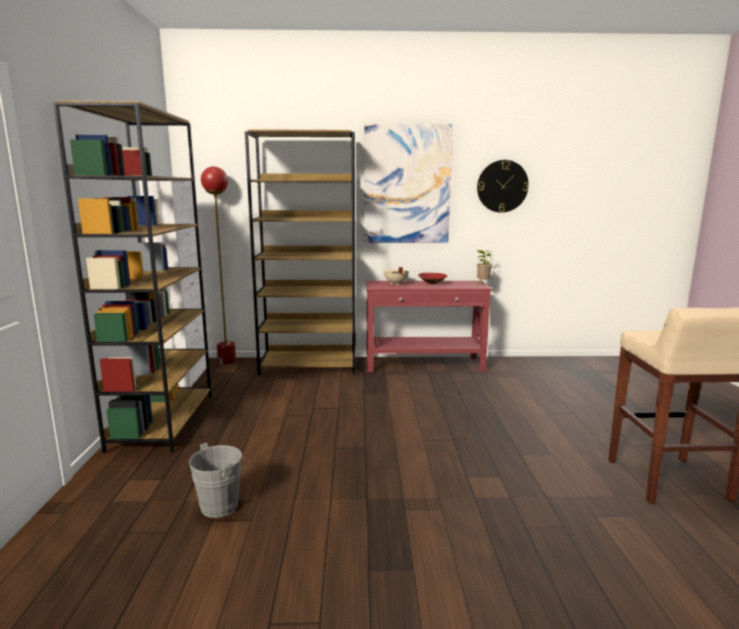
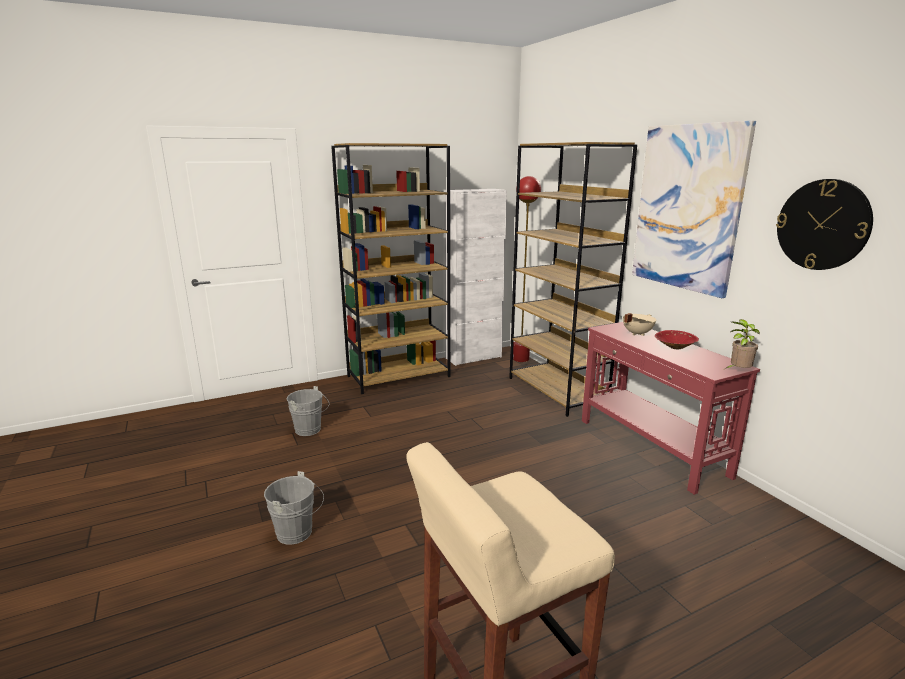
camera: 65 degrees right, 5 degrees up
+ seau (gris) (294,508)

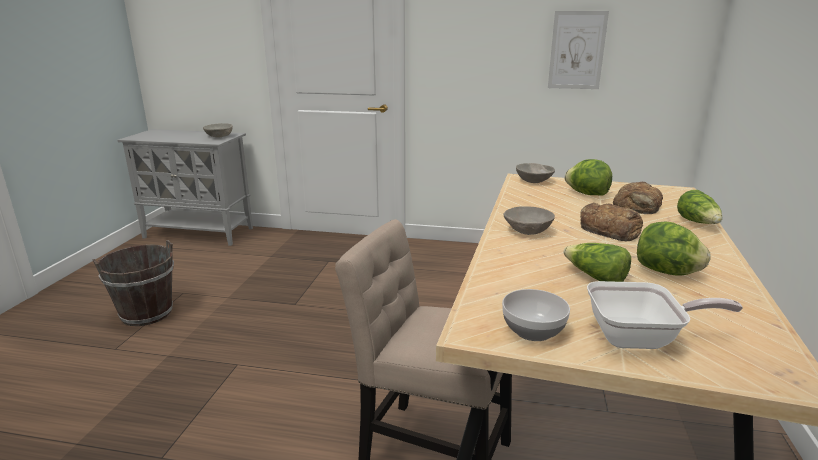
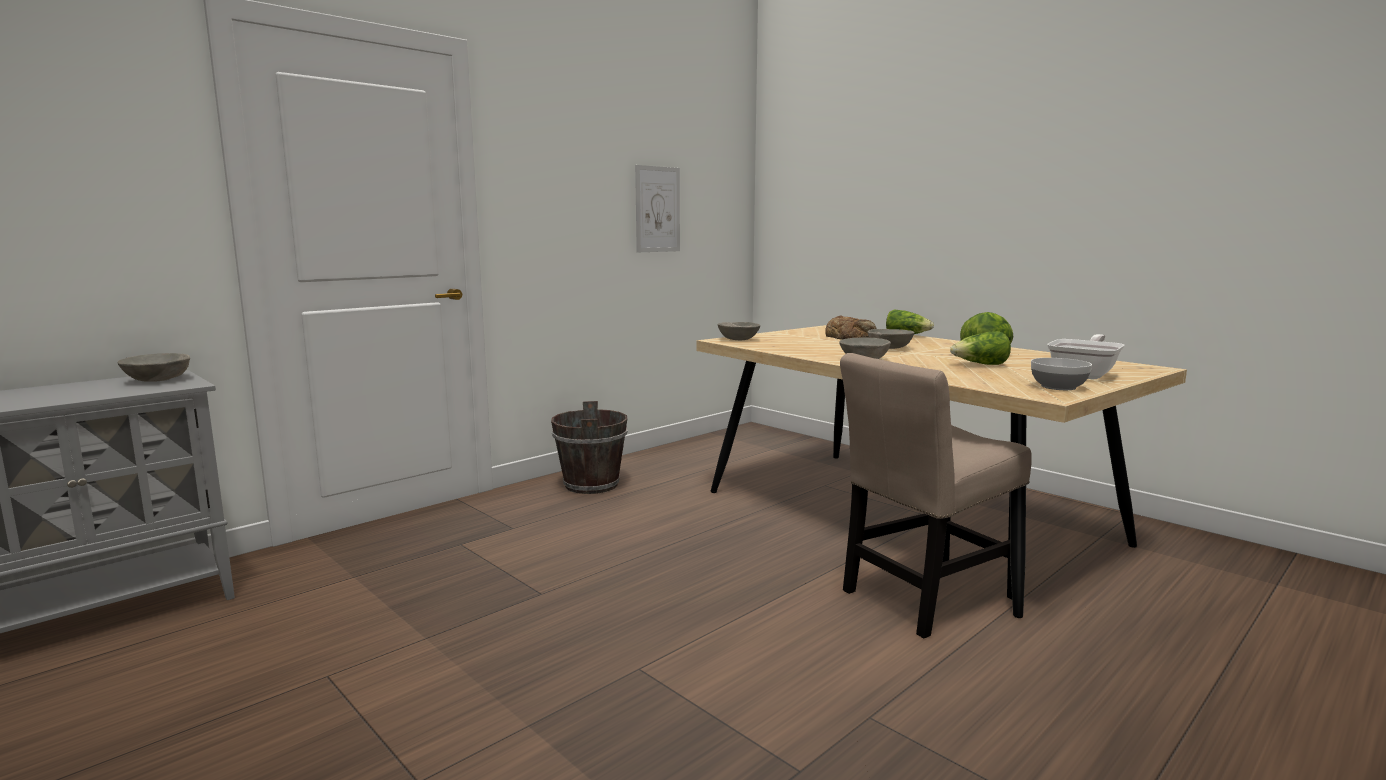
camera: 55 degrees left, 10 degrees down
~ seau (marron) (133,283) to (589,447)
~ pain (611,222) to bol (gris) (891,339)
- laitue (588,177)

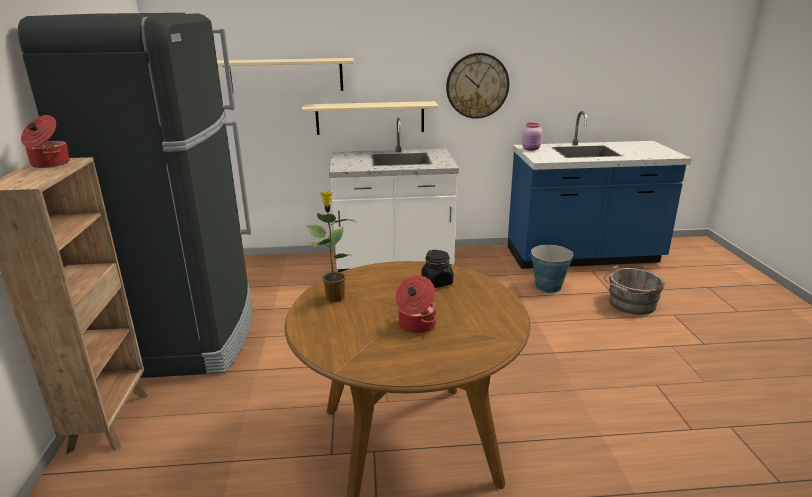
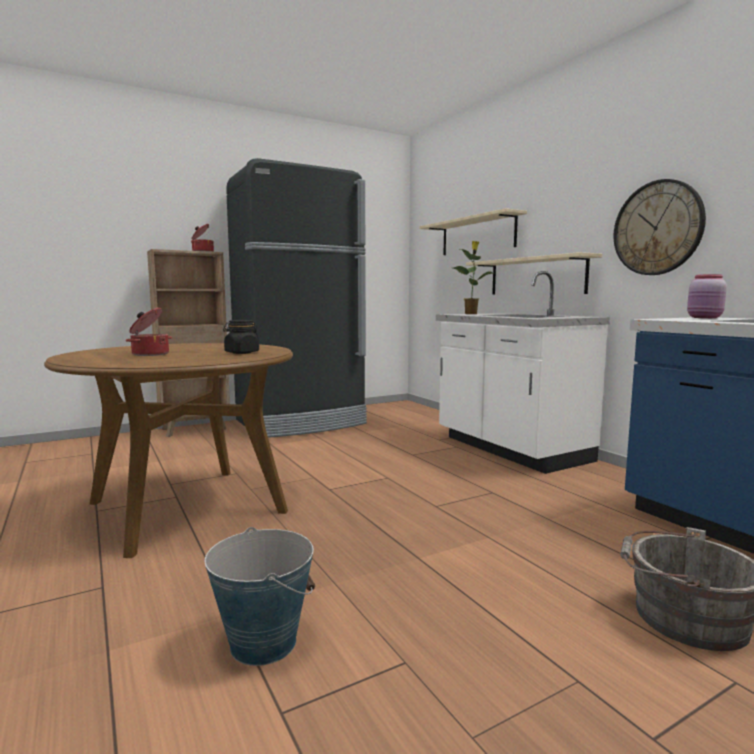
camera: 65 degrees right, 15 degrees down
~ seau (551,269) to (260,596)
~ plante en pot (332,246) to (473,277)

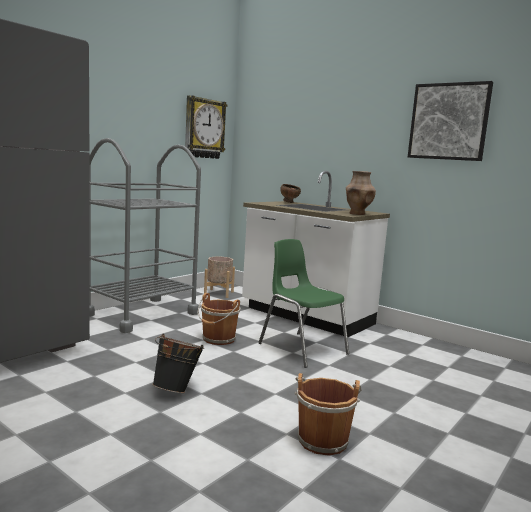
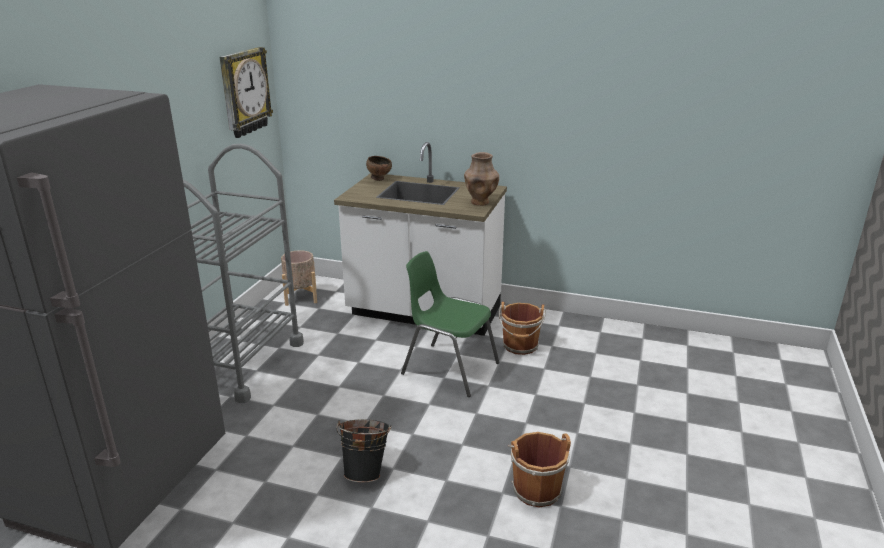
camera: 20 degrees left, 15 degrees up
~ seau (marron) (219,319) to (522,328)
- tableau (450,121)

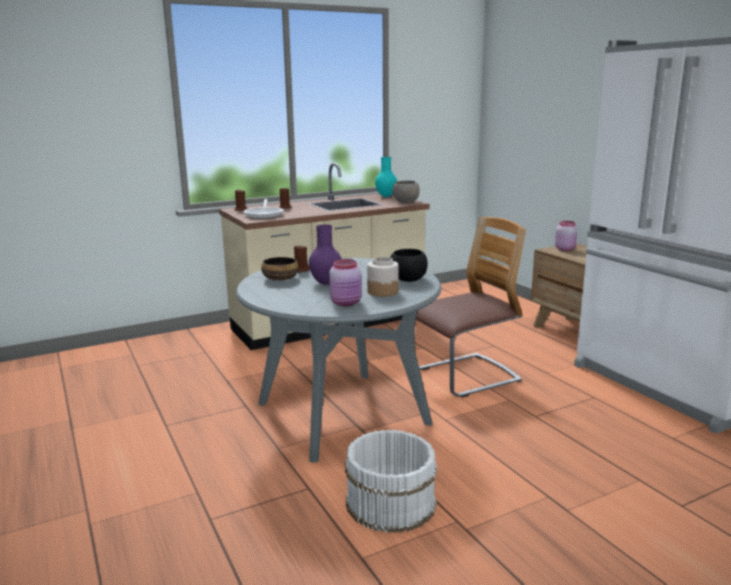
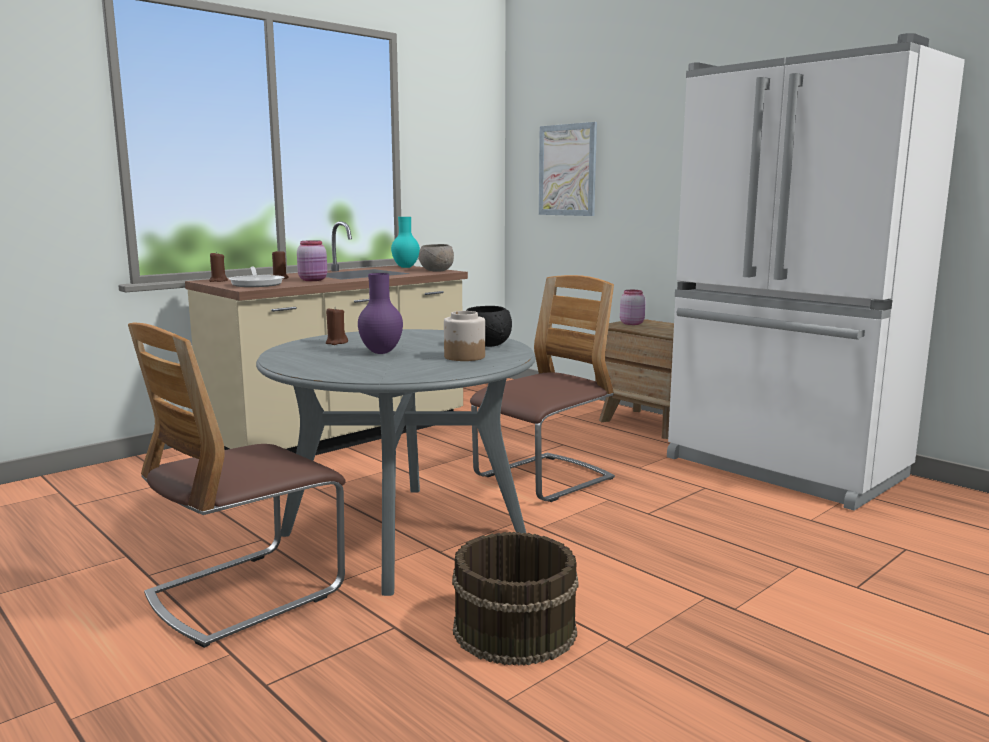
camera: 15 degrees left, 5 degrees down
+ chaise (237,485)
~ bocal (rose) (345,282) to (312,260)
~ seau (blanc) (391,481) to seau (marron) (515,599)
+ tableau (568,169)
- bol (280,269)

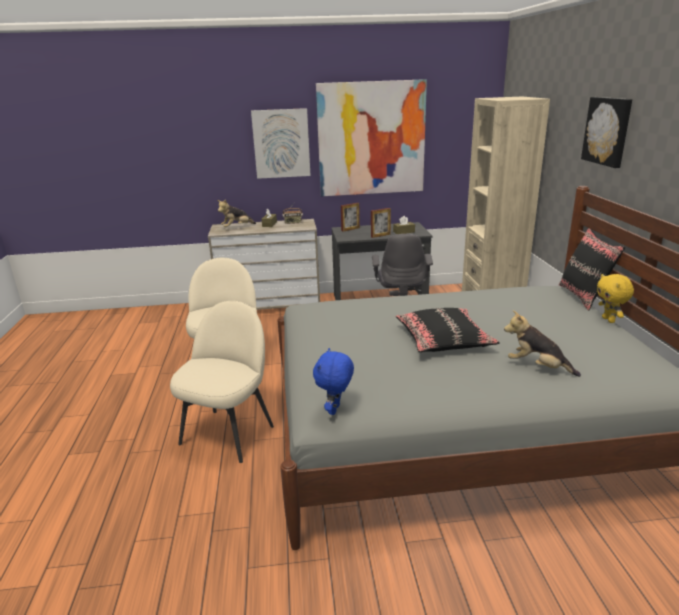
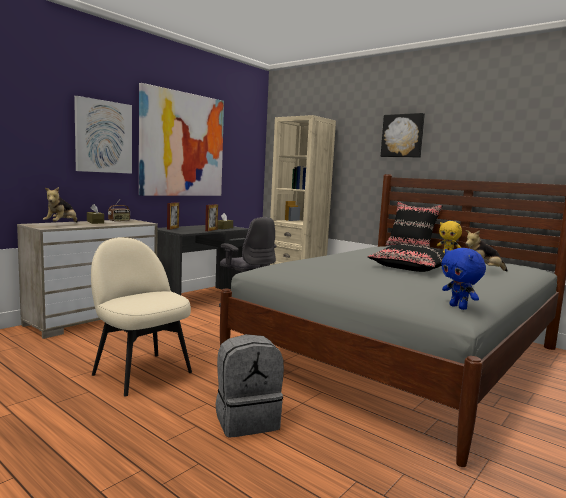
camera: 45 degrees left, 15 degrees down
~ chaise (beige) (222,382) to sac à dos (gris) (250,385)

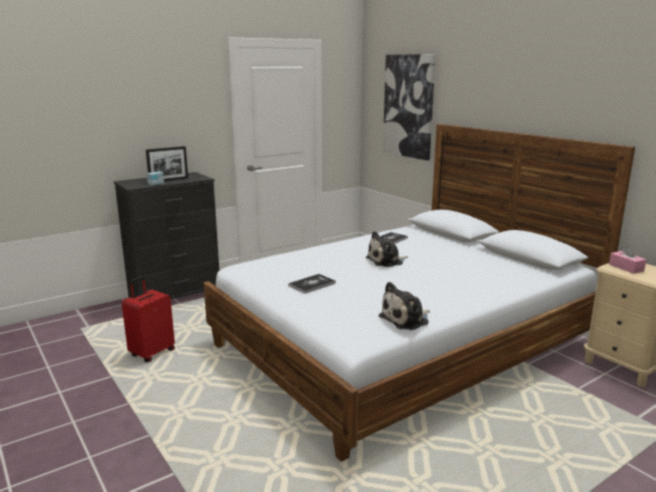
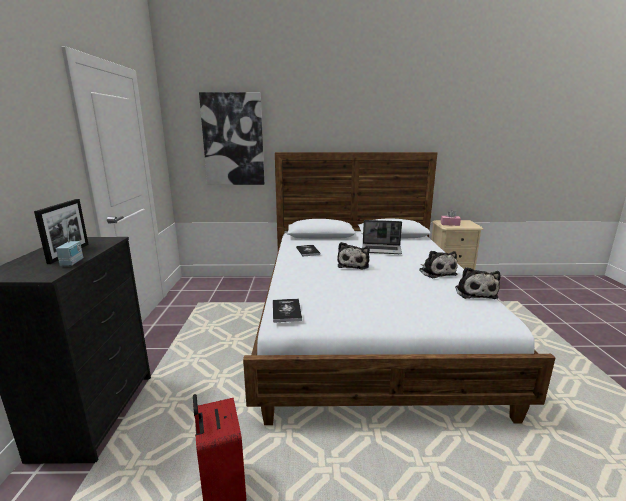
camera: 55 degrees left, 0 degrees up
~ livre (312,284) to (287,311)
+ ordinateur portable (382,237)
+ peluche (438,264)

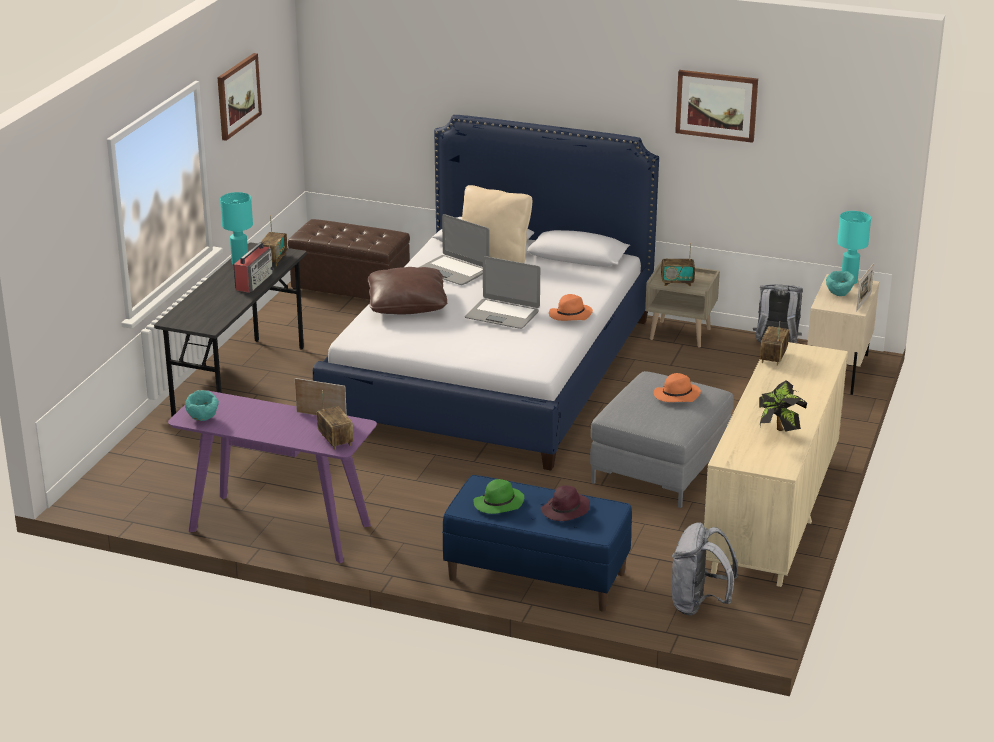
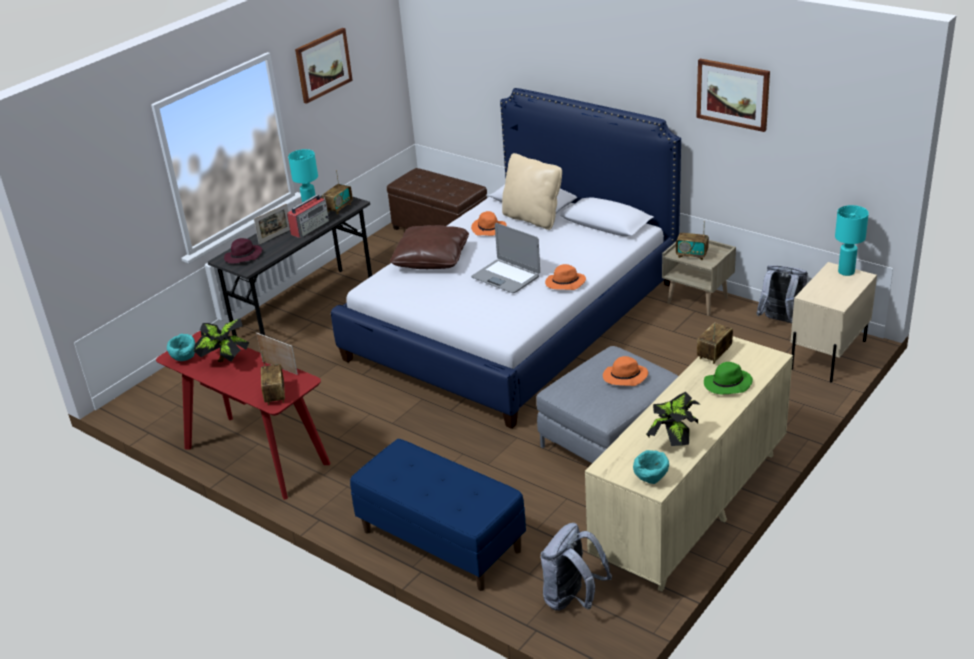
camera: 20 degrees right, 5 degrees up
~ table console (violet) (272,476) to table console (rouge) (243,415)
+ plante en pot (221,340)
~ chapeau (violet) (565,503) to (243,251)
~ cadre photo (865,287) to (272,224)
~ ordinateur portable (454,249) to chapeau (orange) (489,223)
~ bol (turquoise) (840,283) to (651,467)
~ chapeau (vert) (499,496) to (728,378)

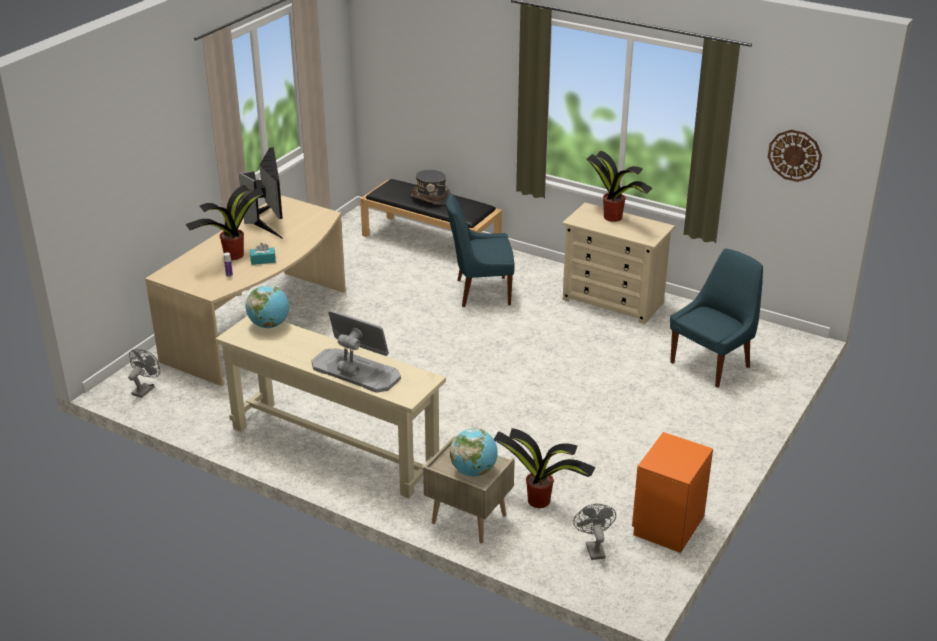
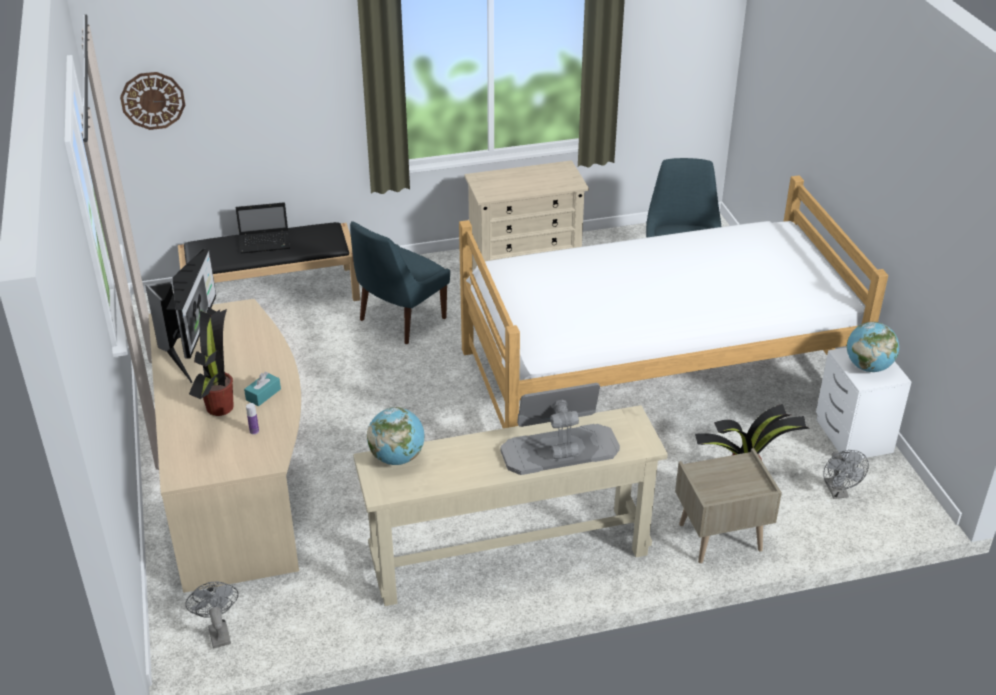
camera: 45 degrees left, 5 degrees up
~ horloge murale (795,156) to (152,101)
~ écran d'ordinateur (261,193) = (180,315) 60 degrees clockwise
~ chapeau (gris) (431,187) to ordinateur portable (263,227)
+ lit (673,301)
~ table de chevet (orange) (672,492) to table de chevet (blanc) (863,403)
~ ventilateur (gris) (594,532) = (846,474) 135 degrees counterclockwise
~ globe (474,452) to (873,347)
- plante en pot (618,186)

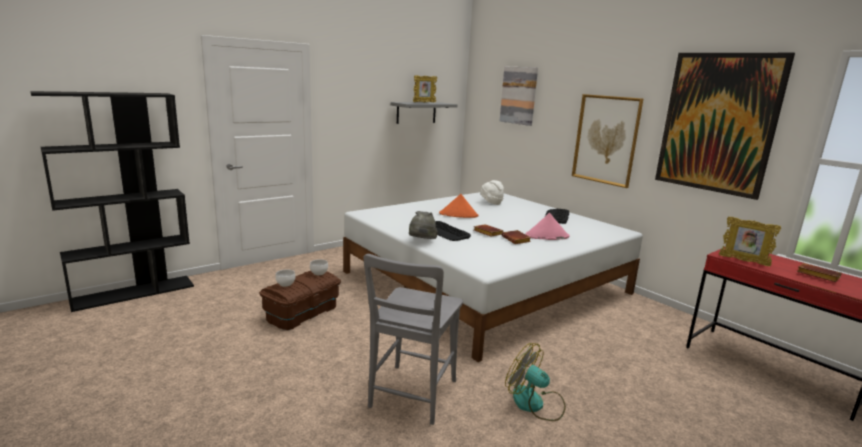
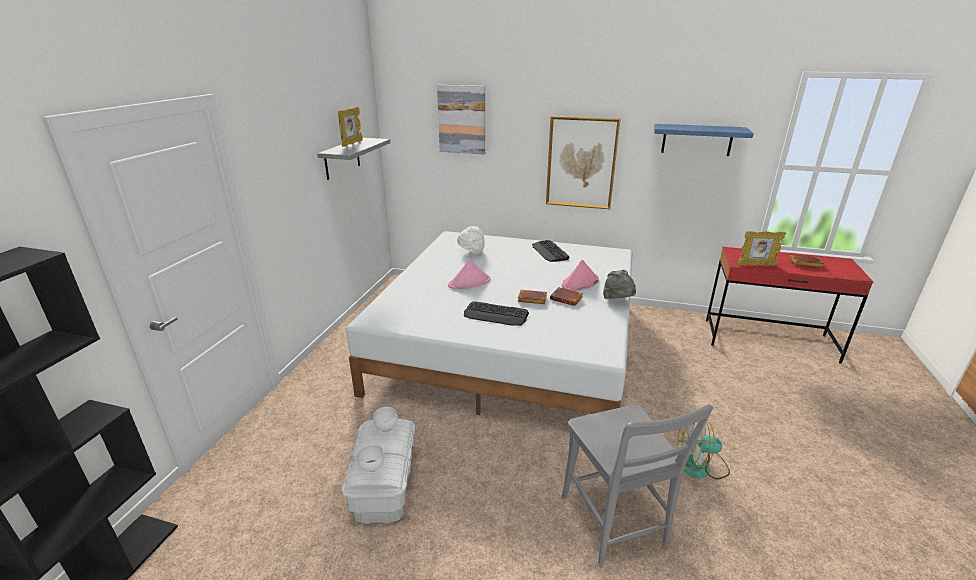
camera: 35 degrees left, 10 degrees up
~ boîte de rangement (marron) (300,300) to boîte de rangement (blanc) (378,471)
~ chapeau (orange) (459,206) to chapeau (rose) (469,274)
~ chapeau (gris) (423,225) to (619,284)
~ tableau (725,126) to étagère (bleu) (704,140)

